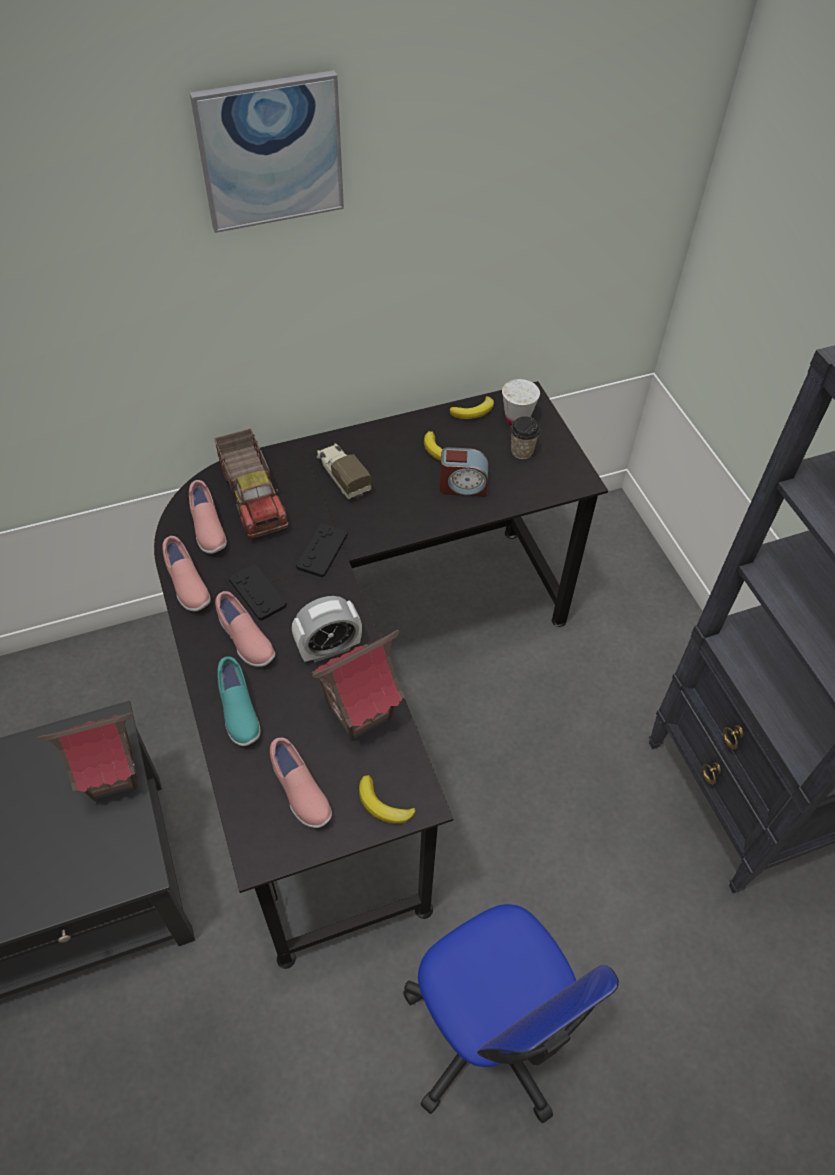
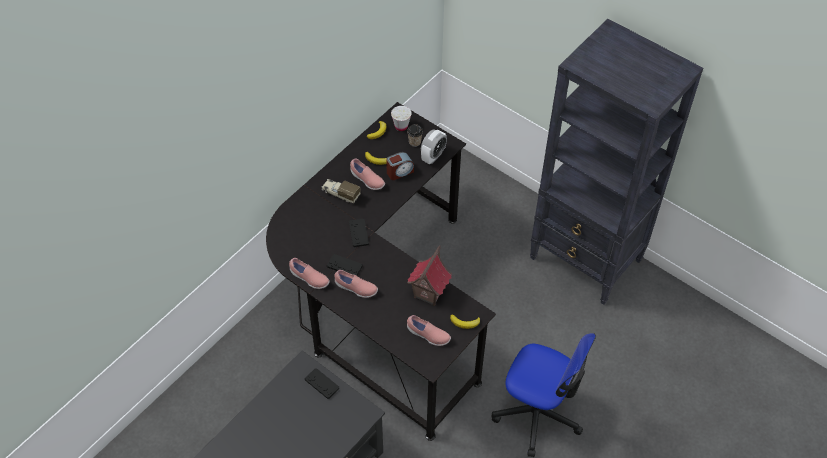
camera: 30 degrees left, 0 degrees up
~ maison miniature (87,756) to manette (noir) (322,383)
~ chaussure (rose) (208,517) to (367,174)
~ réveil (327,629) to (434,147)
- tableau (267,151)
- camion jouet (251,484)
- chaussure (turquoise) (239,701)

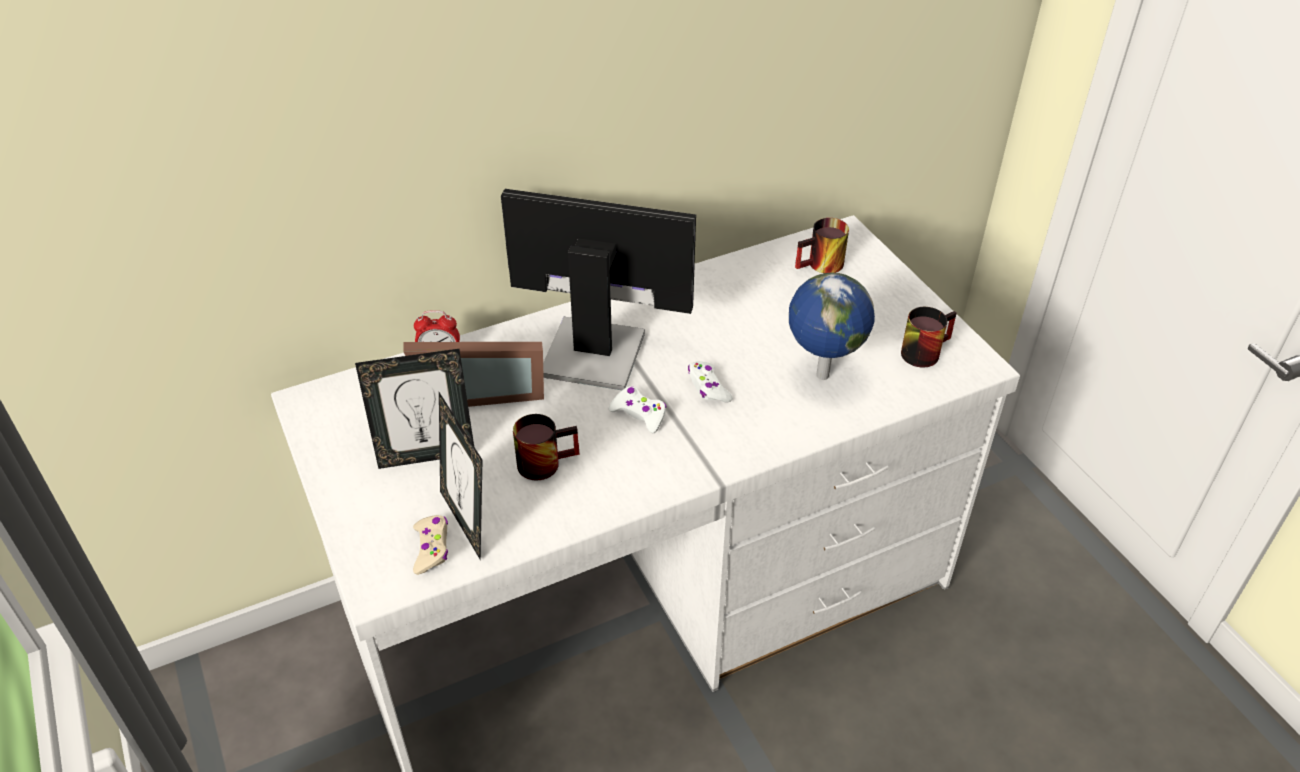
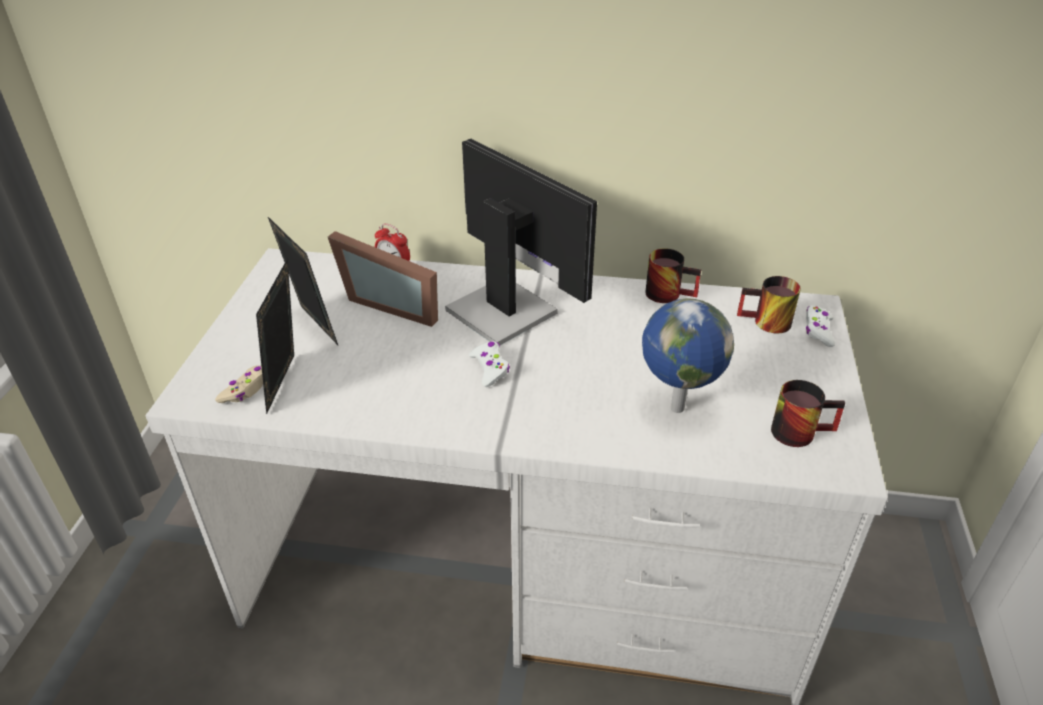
camera: 35 degrees right, 5 degrees down
~ cadre photo (414,409) = (303,281) 150 degrees counterclockwise
~ mug (546,447) to (673,275)
~ manette (blanc) (710,382) to (820,326)

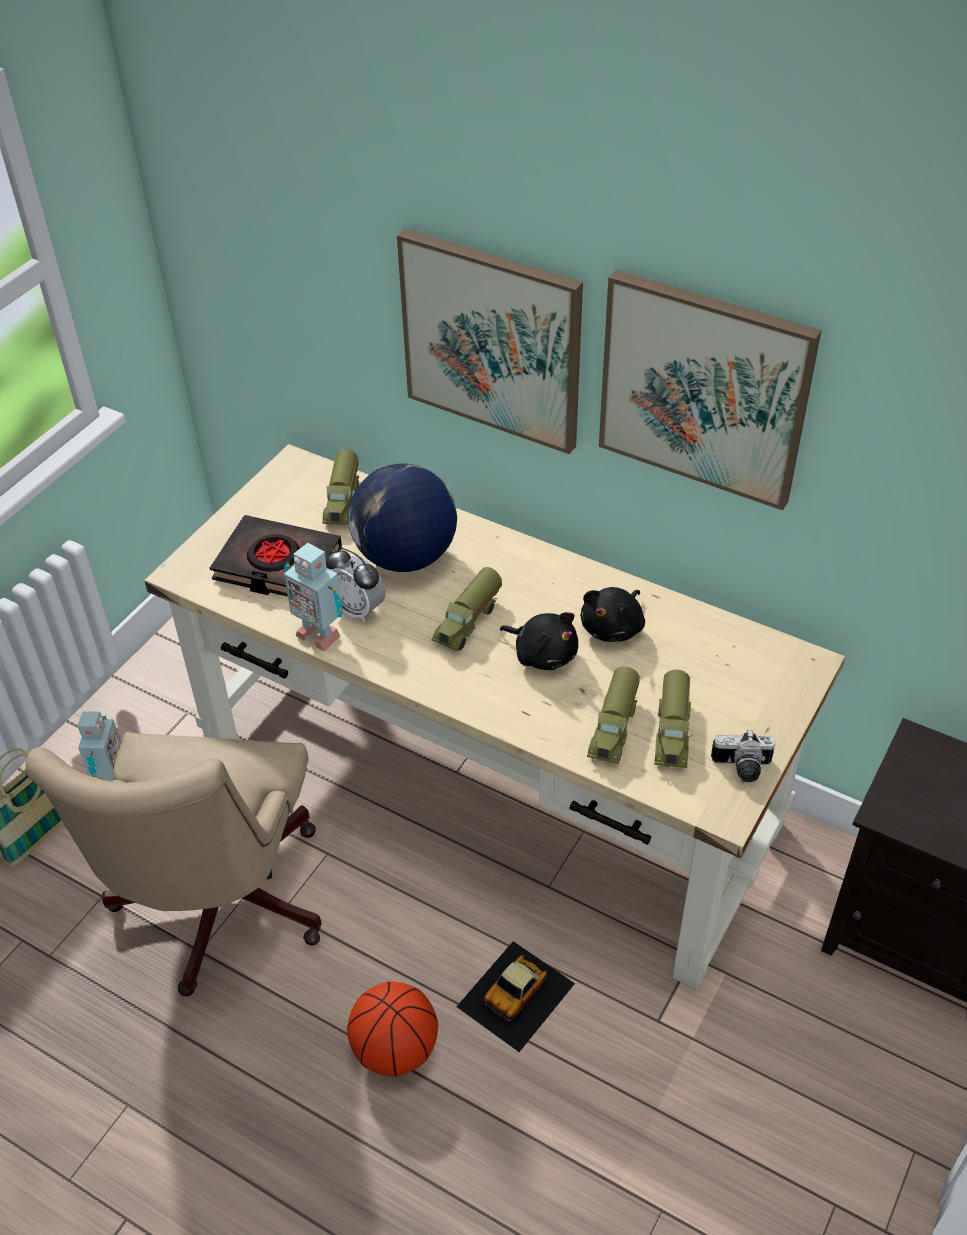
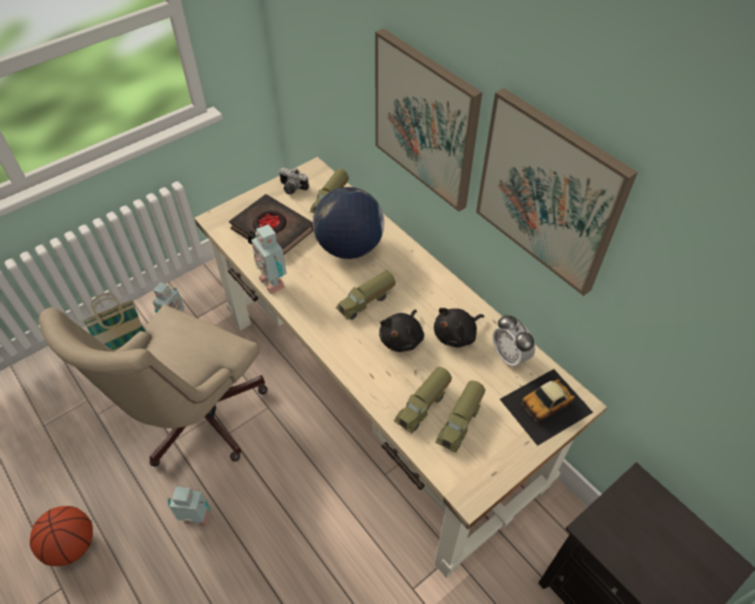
camera: 20 degrees right, 5 degrees up
~ ballon de basket (392,1029) to (61,536)
+ robot jouet (189,505)
~ appareil photo (743,756) to (294,181)
~ peluche (noir) (539,641) = (401,331) 60 degrees clockwise
~ réveil (356,585) to (514,341)
~ petite voiture (516,996) to (546,407)

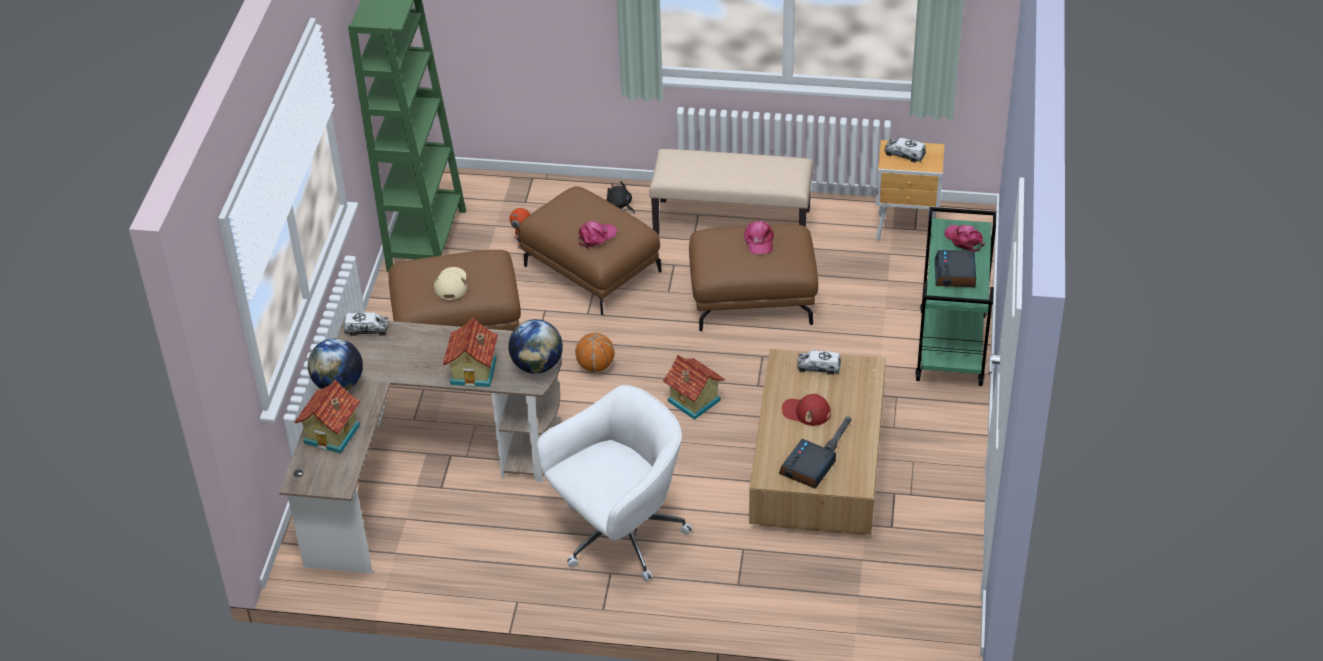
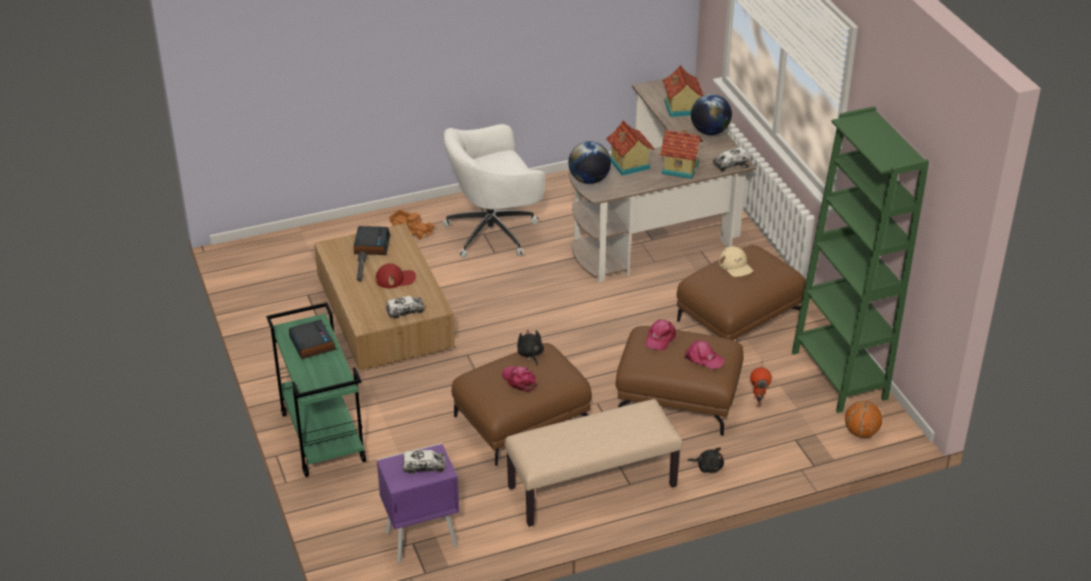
camera: 150 degrees right, 5 degrees down
~ table de chevet (marron) (910,190) to table de chevet (violet) (418,503)
+ camion jouet (411,224)
~ chaise de bureau (blanc) (614,483) = (493,191) 45 degrees clockwise
+ peluche (noir) (530,347)
~ maison miniature (694,387) to (681,154)
~ casquette (rose) (965,238) to (704,354)
~ ballon de basket (595,352) to (863,419)

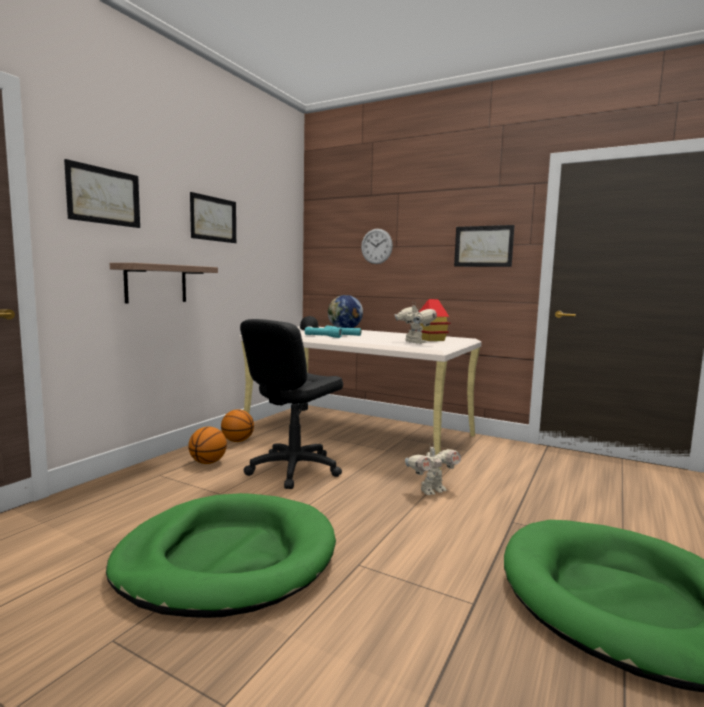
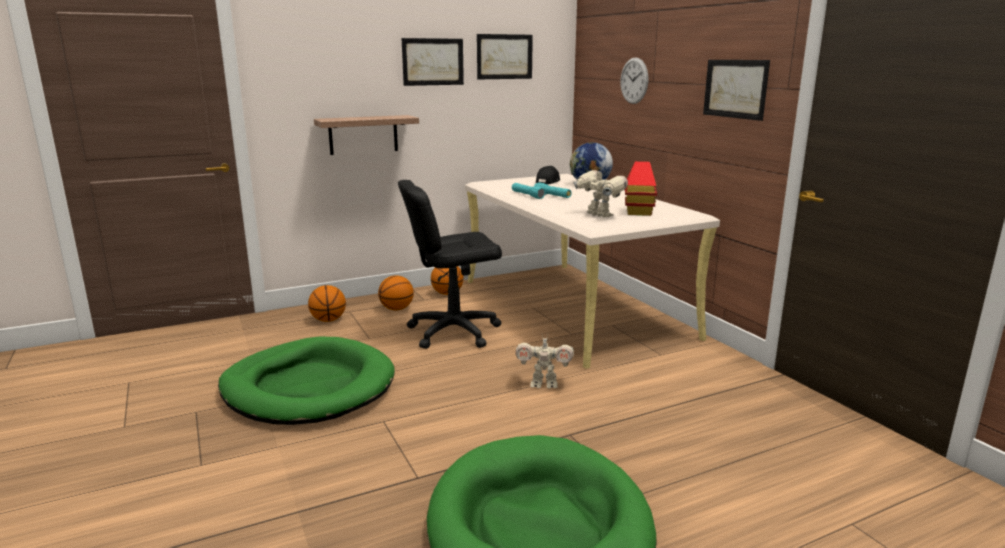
camera: 35 degrees right, 10 degrees up
+ ballon de basket (327,303)
~ tableau (102,193) to (505,56)
~ robot jouet (415,323) = (600,193) 45 degrees counterclockwise

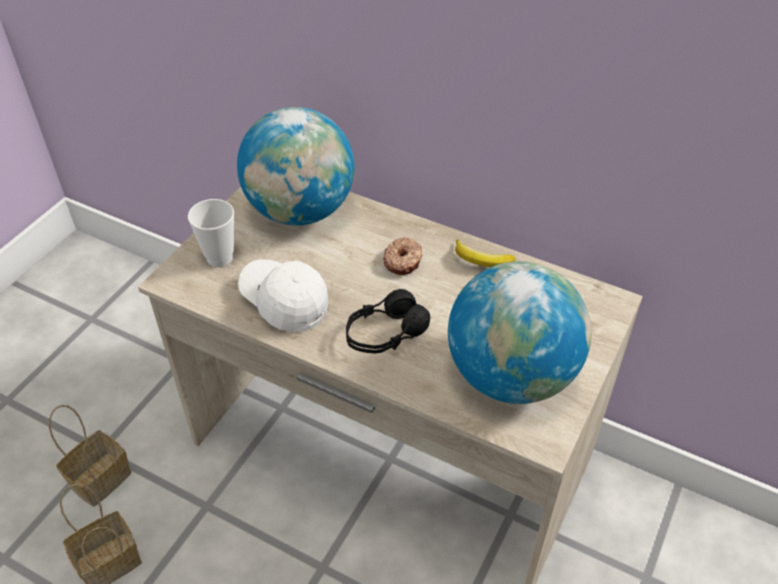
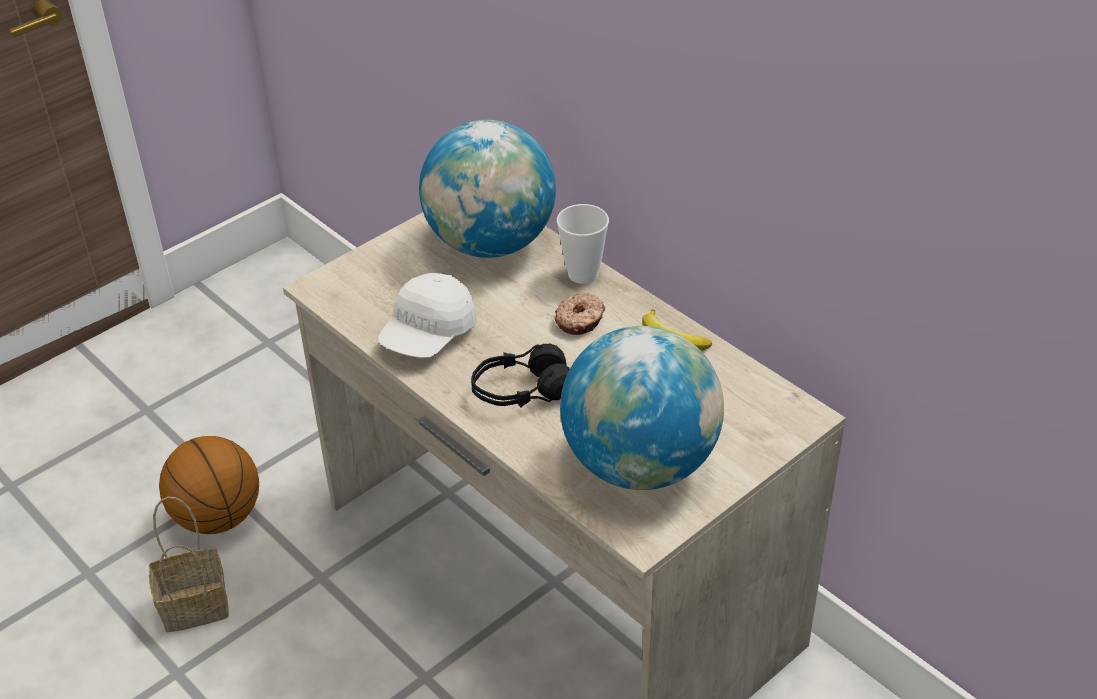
camera: 20 degrees right, 5 degrees down
~ panier (90,456) to ballon de basket (209,485)
~ casquette (blanc) (283,295) = (427,315) 120 degrees counterclockwise
~ tasse (211,233) to (583,244)

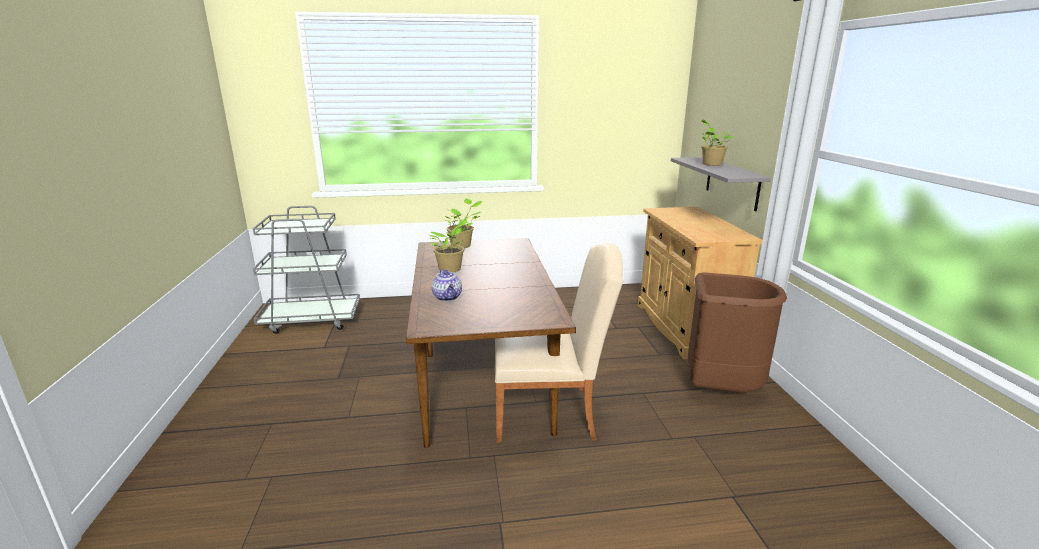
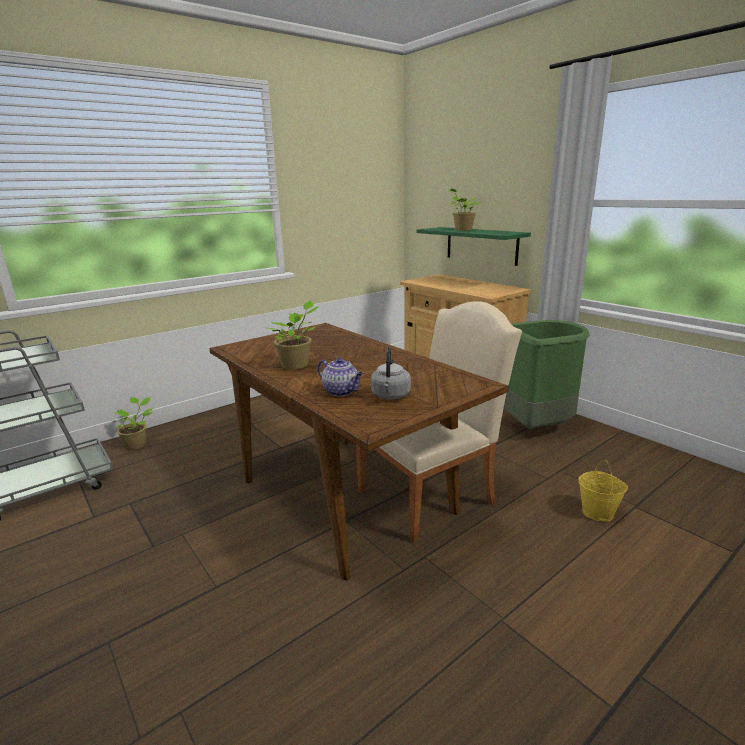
camera: 30 degrees left, 0 degrees up
~ plante en pot (463,223) to (132,423)
+ bouilloire (gris) (391,373)
~ étagère (gris) (721,184) to étagère (vert) (474,246)
~ poubelle (marron) (737,332) to poubelle (vert) (546,374)
+ seau (jaune) (603,491)

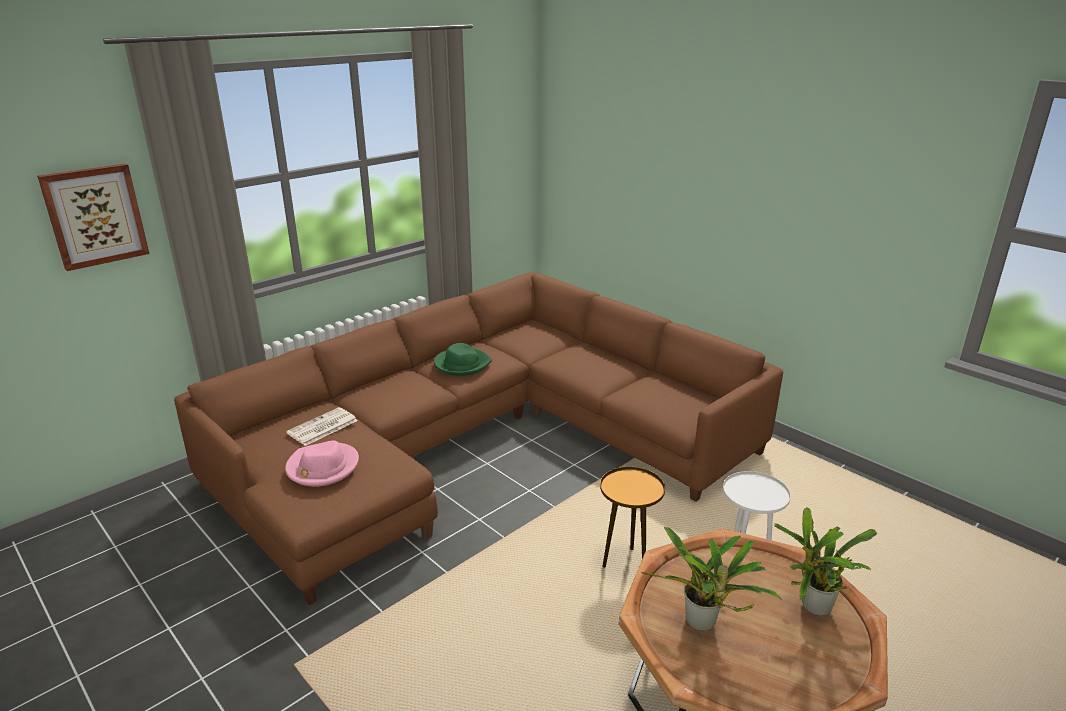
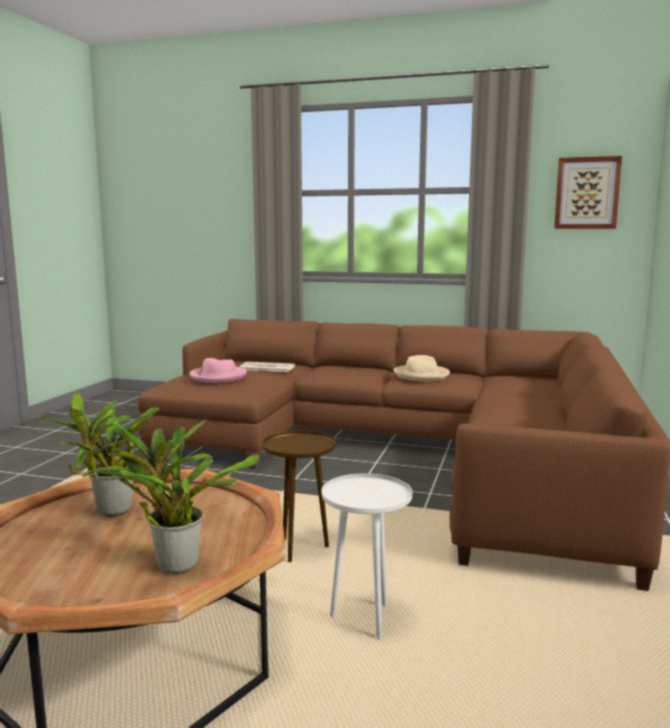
camera: 60 degrees right, 15 degrees down
~ chapeau (vert) (463,359) to chapeau (beige) (422,368)
~ tableau (93,217) to (588,192)

